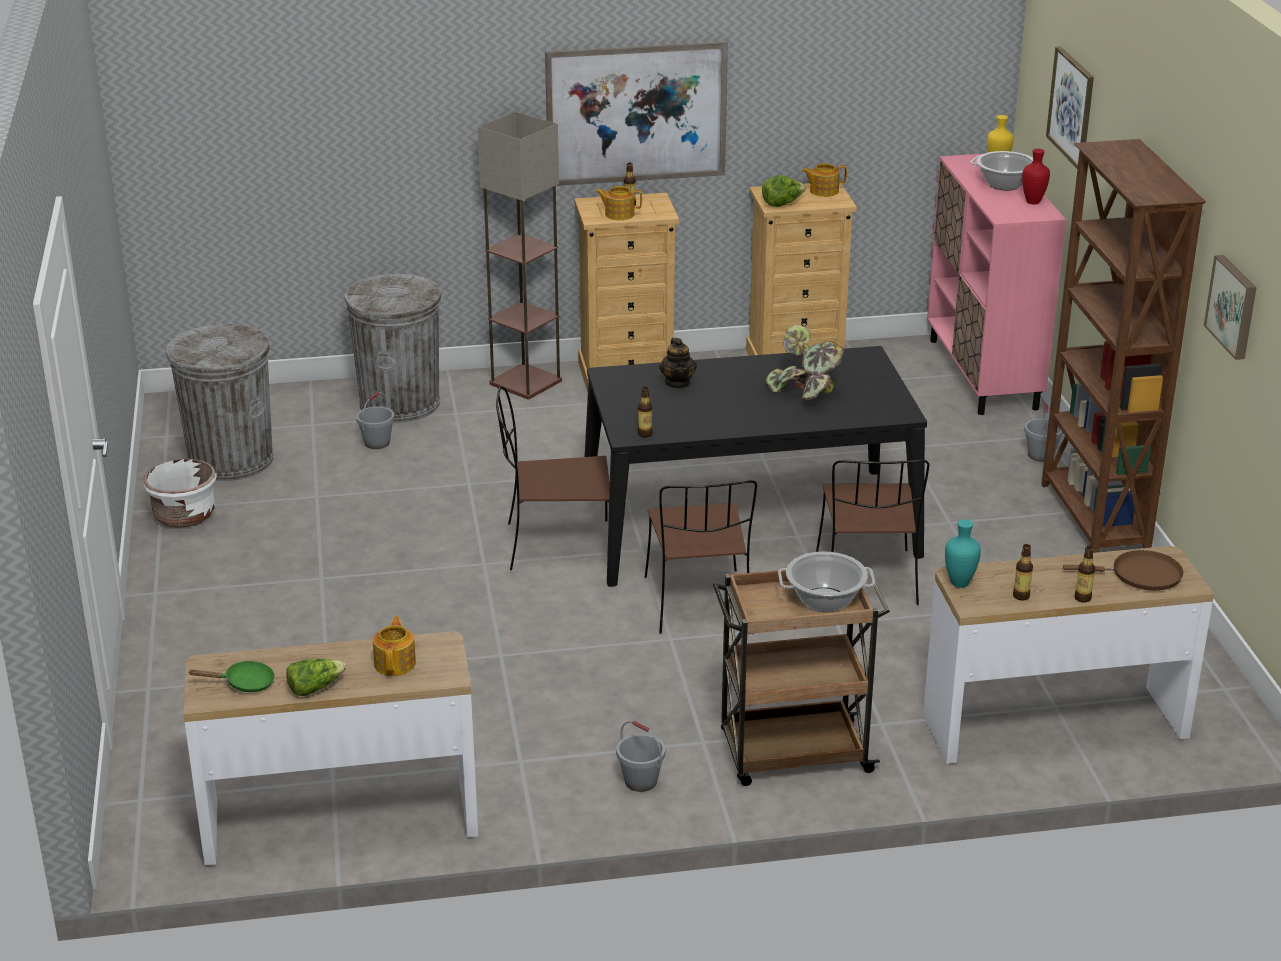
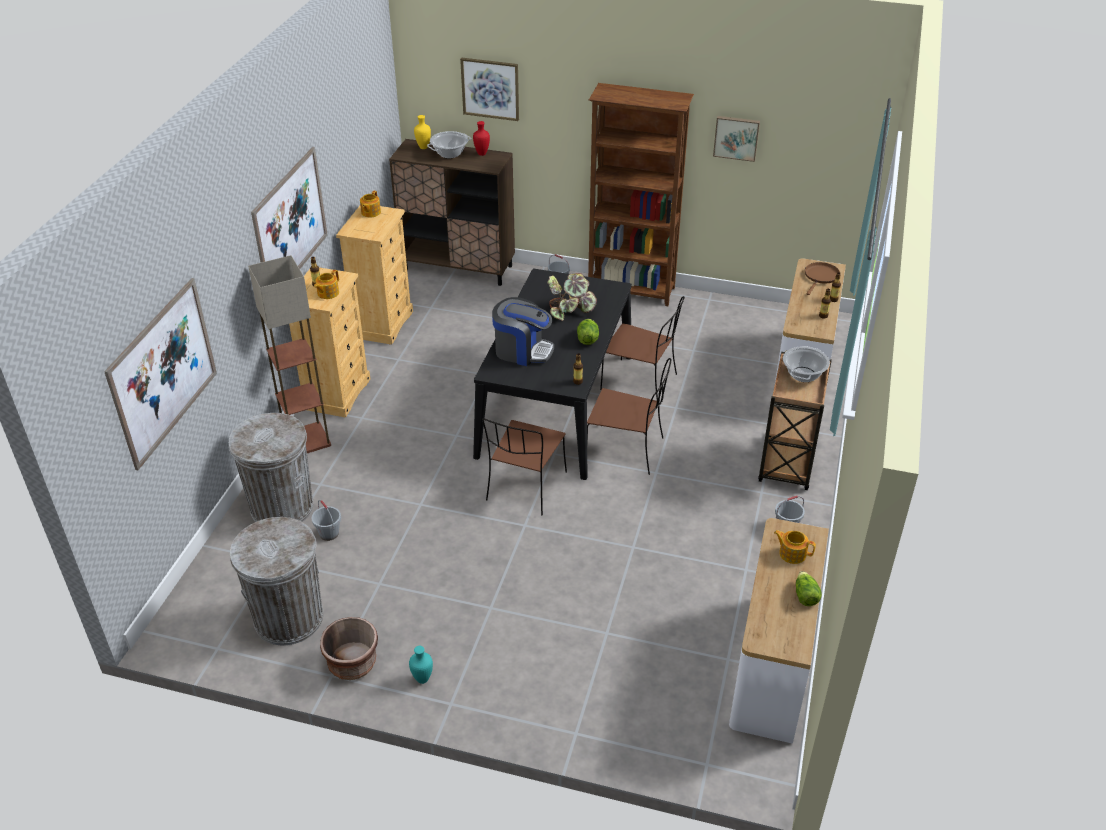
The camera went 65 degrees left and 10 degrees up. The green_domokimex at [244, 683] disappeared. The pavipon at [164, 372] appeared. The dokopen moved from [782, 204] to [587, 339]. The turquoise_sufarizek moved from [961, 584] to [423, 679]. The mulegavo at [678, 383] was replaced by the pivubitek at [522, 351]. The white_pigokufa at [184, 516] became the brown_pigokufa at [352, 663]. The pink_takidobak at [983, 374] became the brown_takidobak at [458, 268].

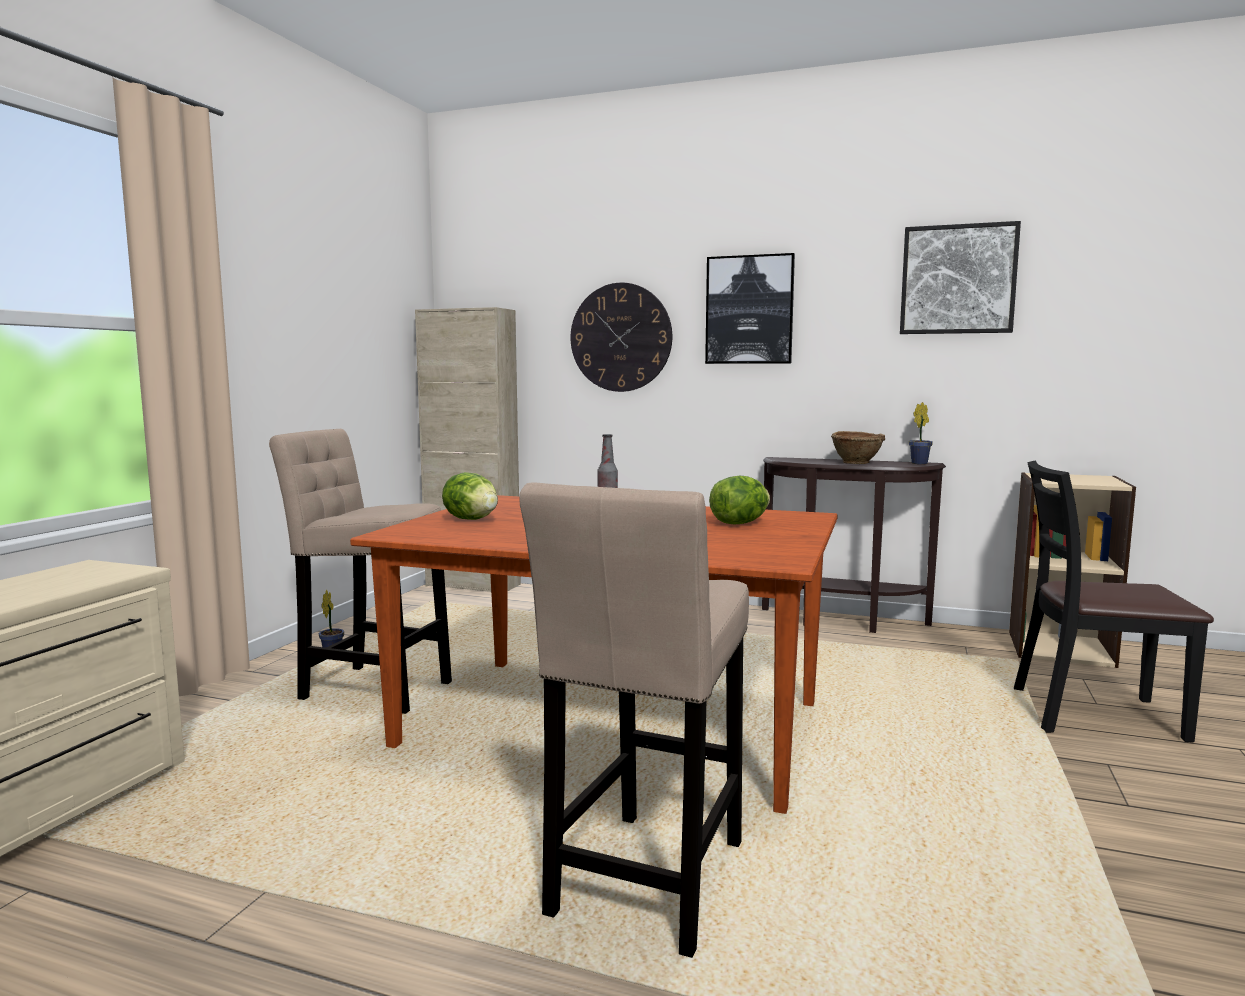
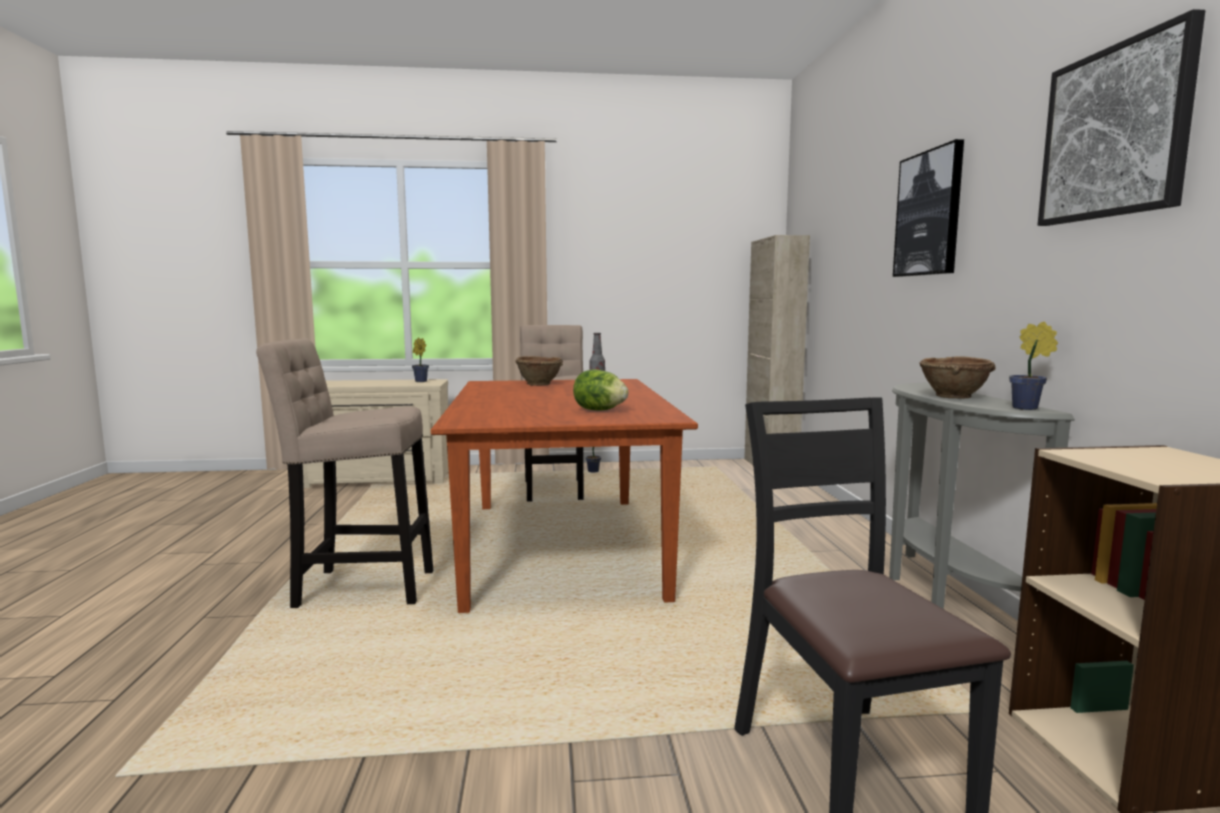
The camera went 65 degrees right and 0 degrees up. The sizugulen at [621, 337] disappeared. The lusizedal at [419, 381] appeared. The dokopen at [471, 519] was replaced by the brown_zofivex at [540, 384]. The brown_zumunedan at [842, 622] became the grey_zumunedan at [941, 594].

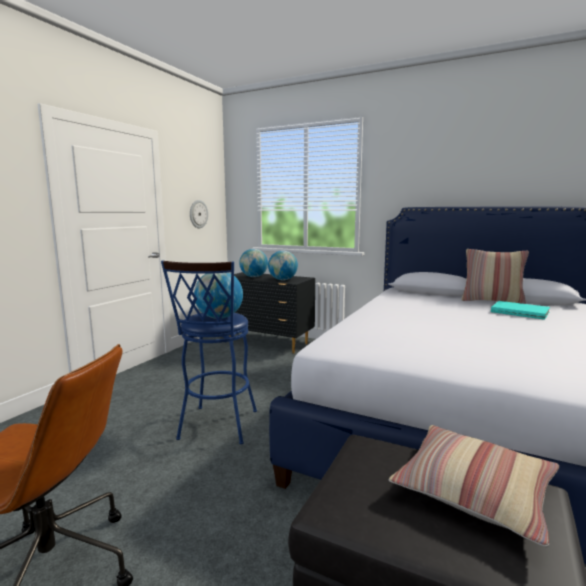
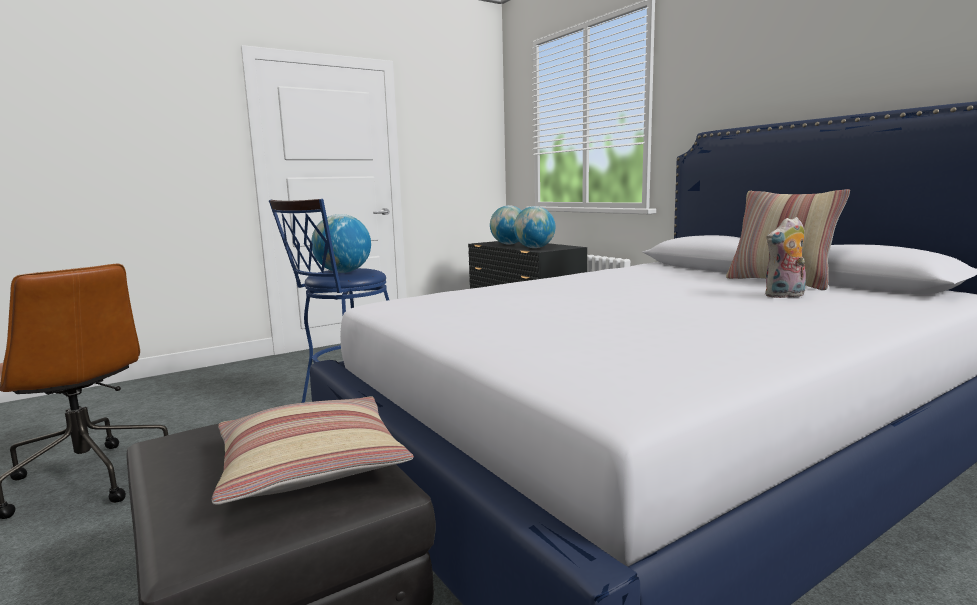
The camera went 30 degrees right and 0 degrees up. The sizugulen at [198, 214] disappeared. The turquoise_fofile at [520, 312] was replaced by the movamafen at [785, 296].

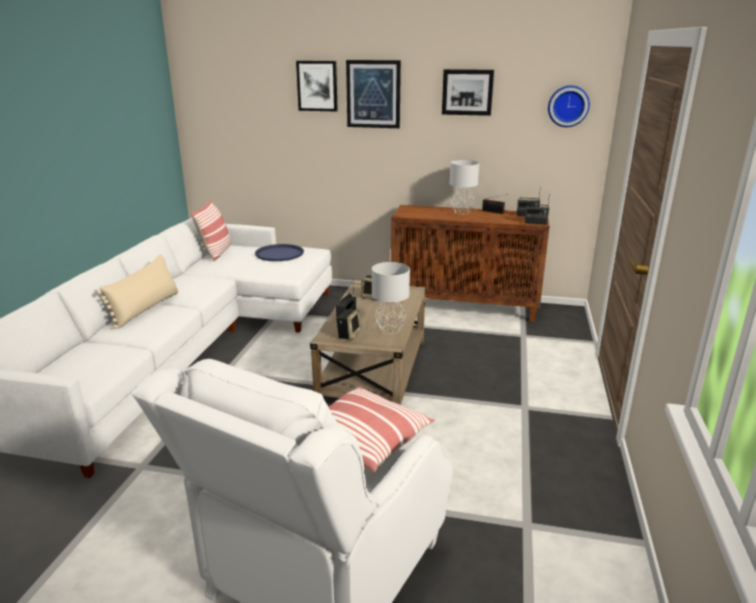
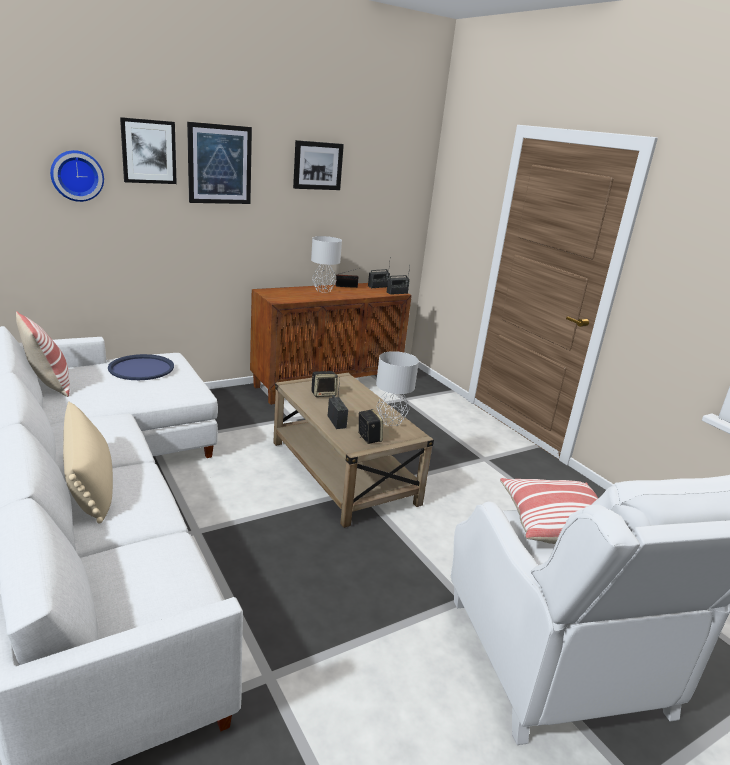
The camera went 45 degrees left and 0 degrees up. The sizugulen moved from [568, 106] to [77, 175].

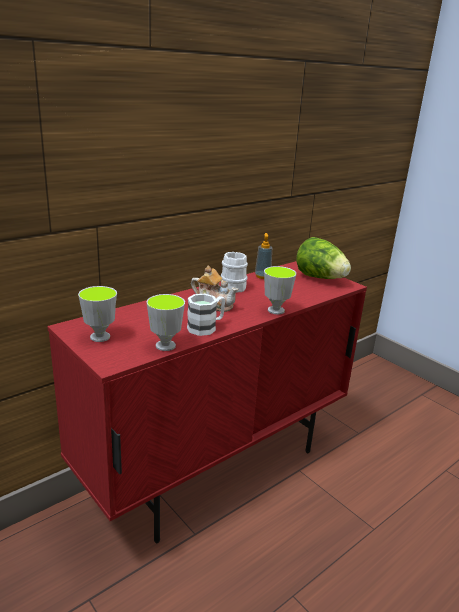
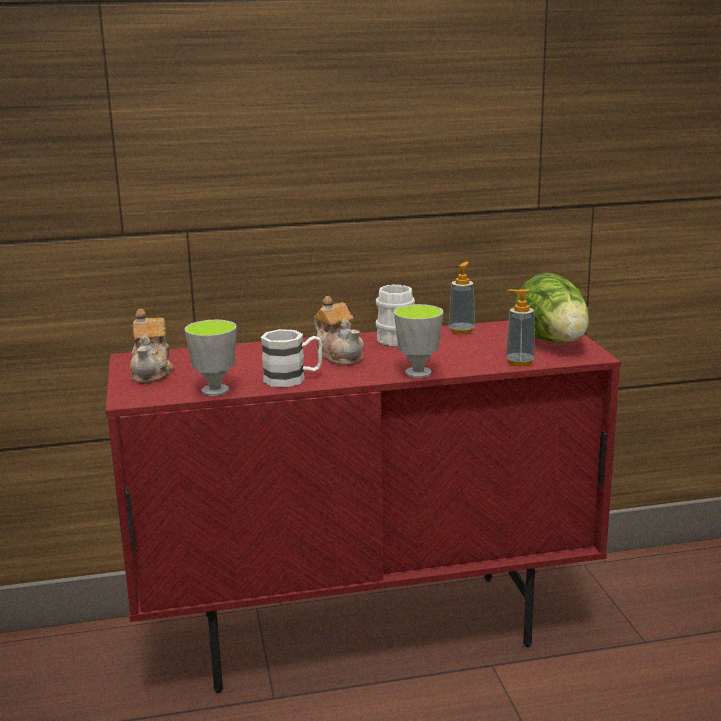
The camera went 30 degrees right and 5 degrees down. The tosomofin at [519, 362] appeared. The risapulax at [100, 337] was replaced by the mulegavo at [152, 372].

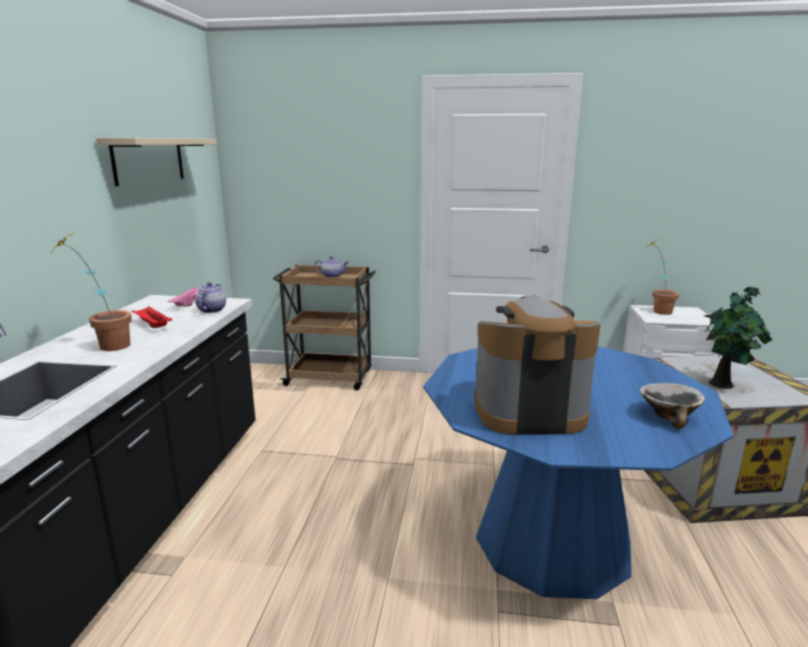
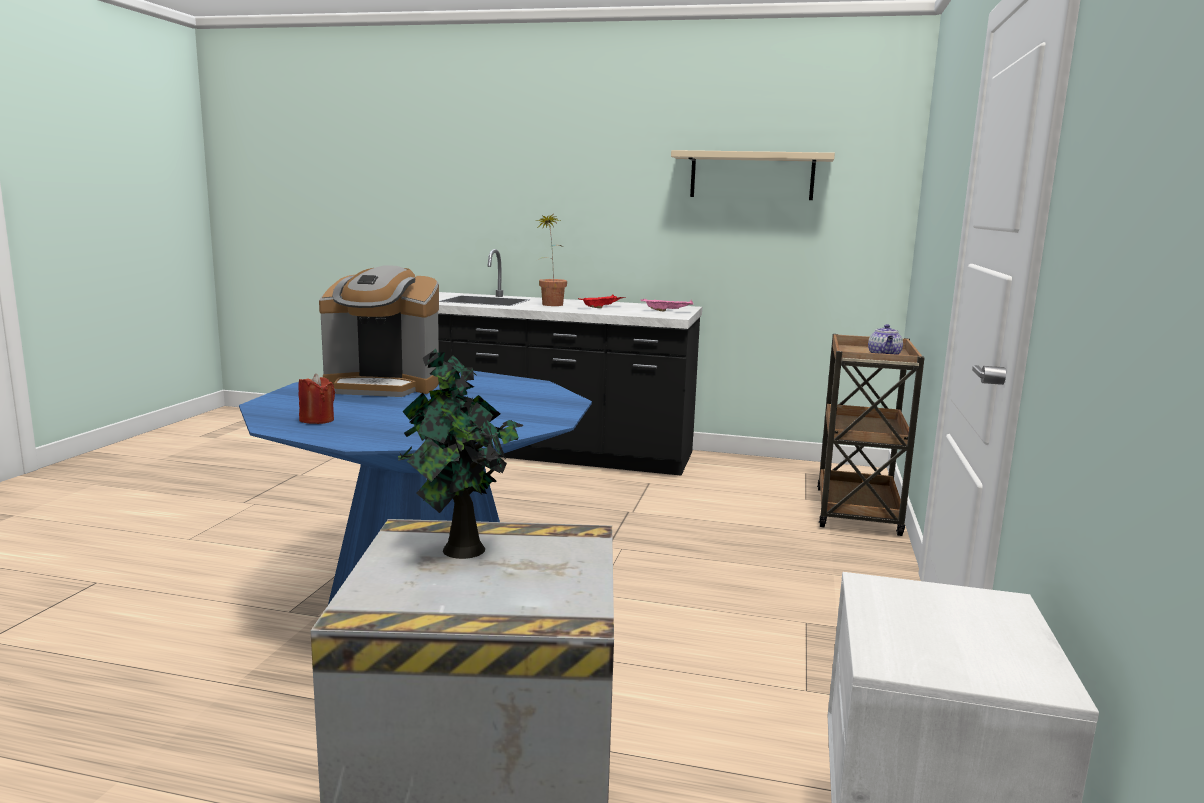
The camera went 95 degrees right and 5 degrees down. The mulegavo at [212, 310] disappeared. The lusizedal at [656, 311] disappeared. The zofivex at [668, 416] was replaced by the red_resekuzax at [317, 420]. The pivubitek at [528, 412] turned 90 degrees clockwise.

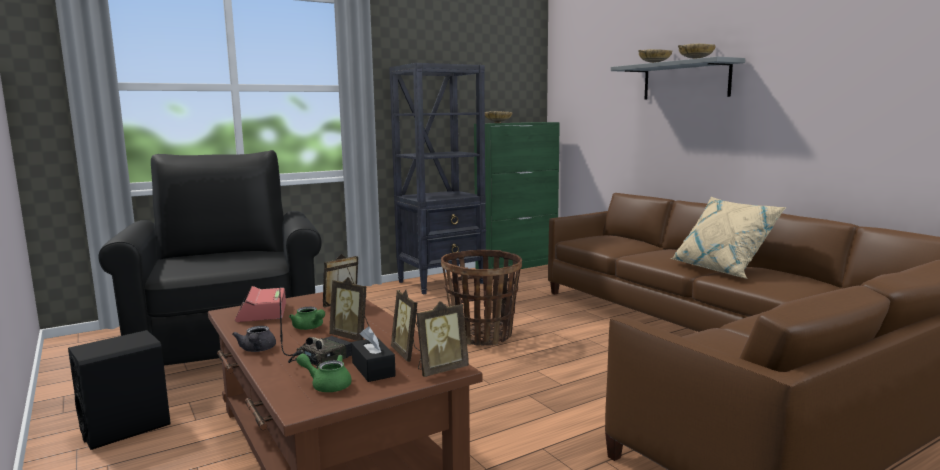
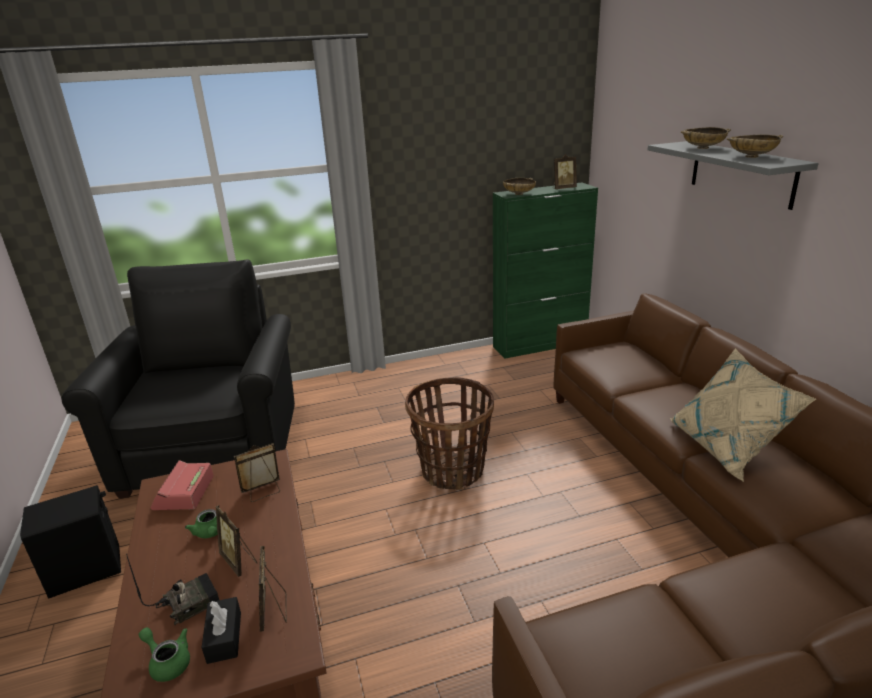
The camera went 15 degrees right and 15 degrees up. The grey_mulegavo at [257, 350] disappeared. The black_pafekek at [442, 282] disappeared. The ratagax moved from [440, 370] to [563, 188].

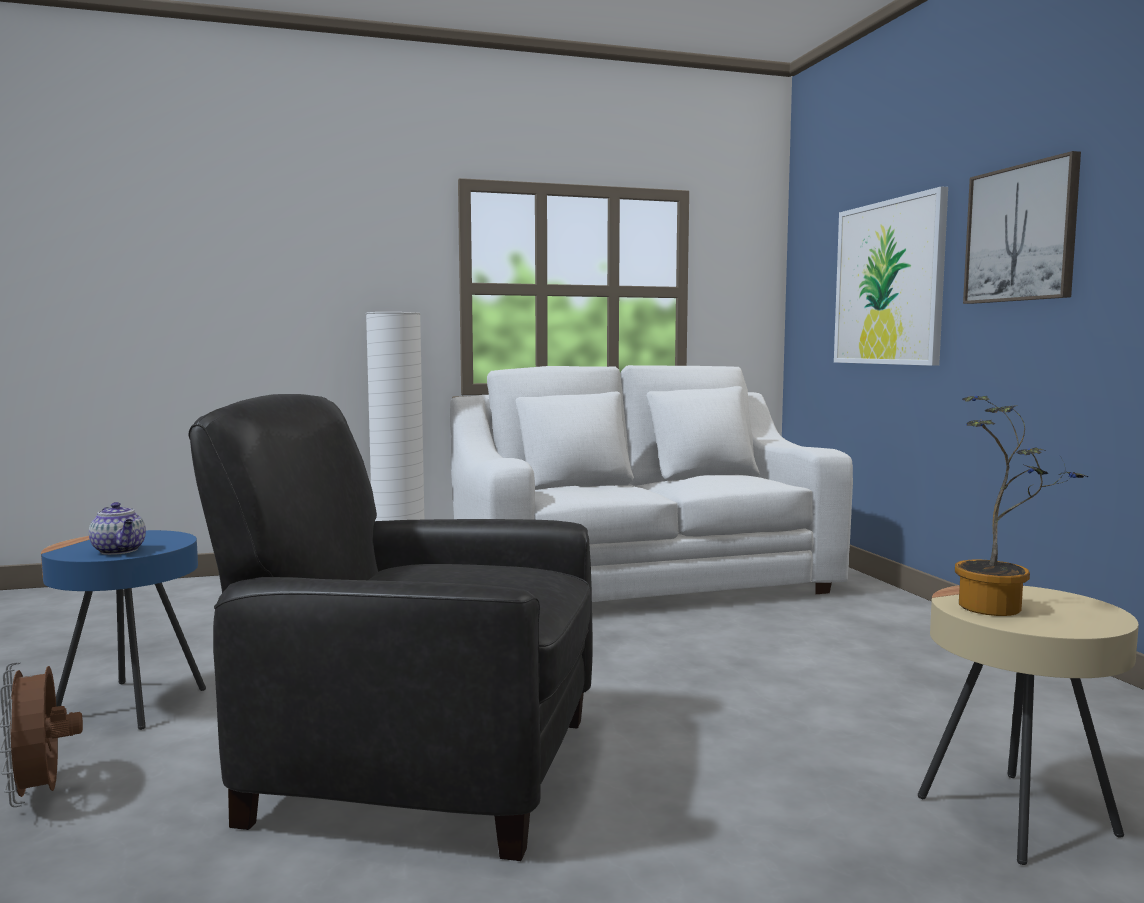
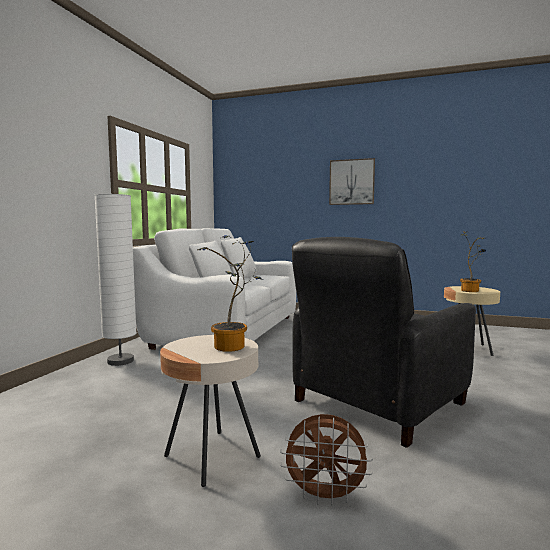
The camera went 55 degrees left and 0 degrees up. The pavipon at [888, 283] disappeared. The mulegavo at [120, 551] was replaced by the lusizedal at [232, 348]. The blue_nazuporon at [131, 705] became the beige_nazuporon at [212, 456].

